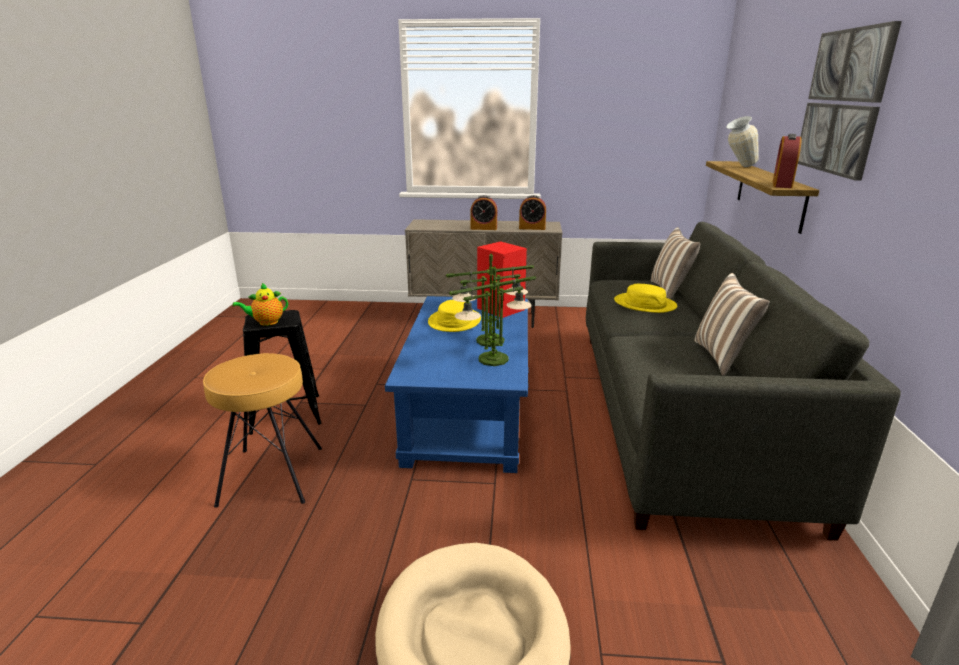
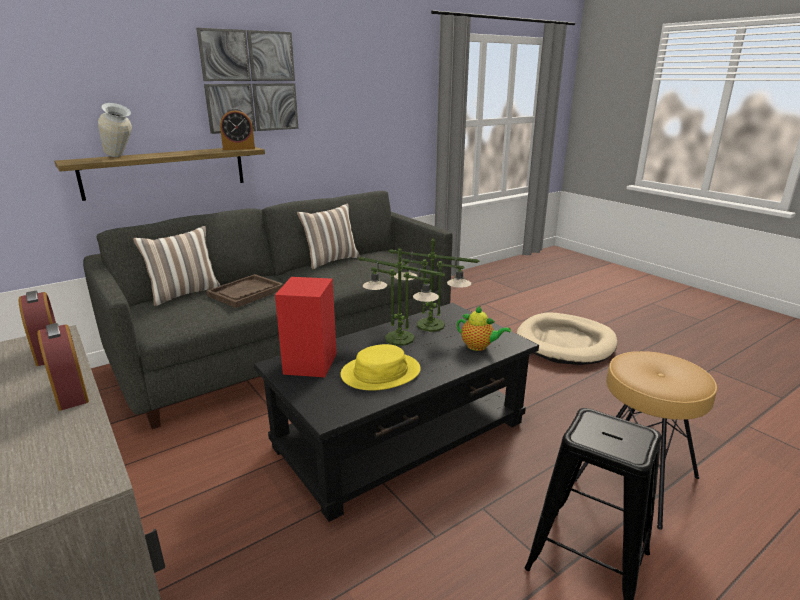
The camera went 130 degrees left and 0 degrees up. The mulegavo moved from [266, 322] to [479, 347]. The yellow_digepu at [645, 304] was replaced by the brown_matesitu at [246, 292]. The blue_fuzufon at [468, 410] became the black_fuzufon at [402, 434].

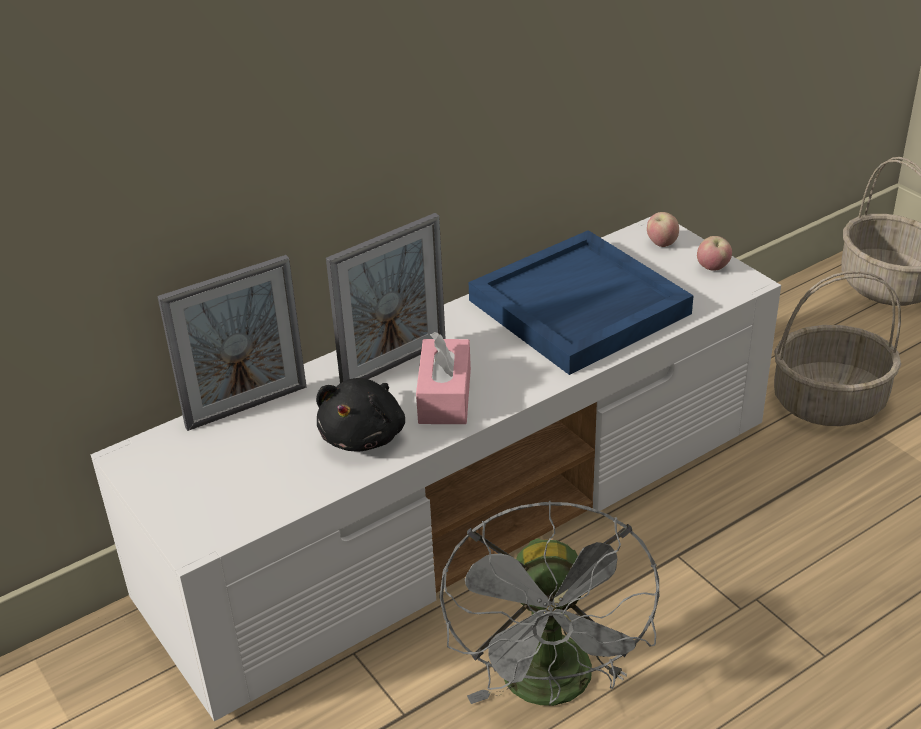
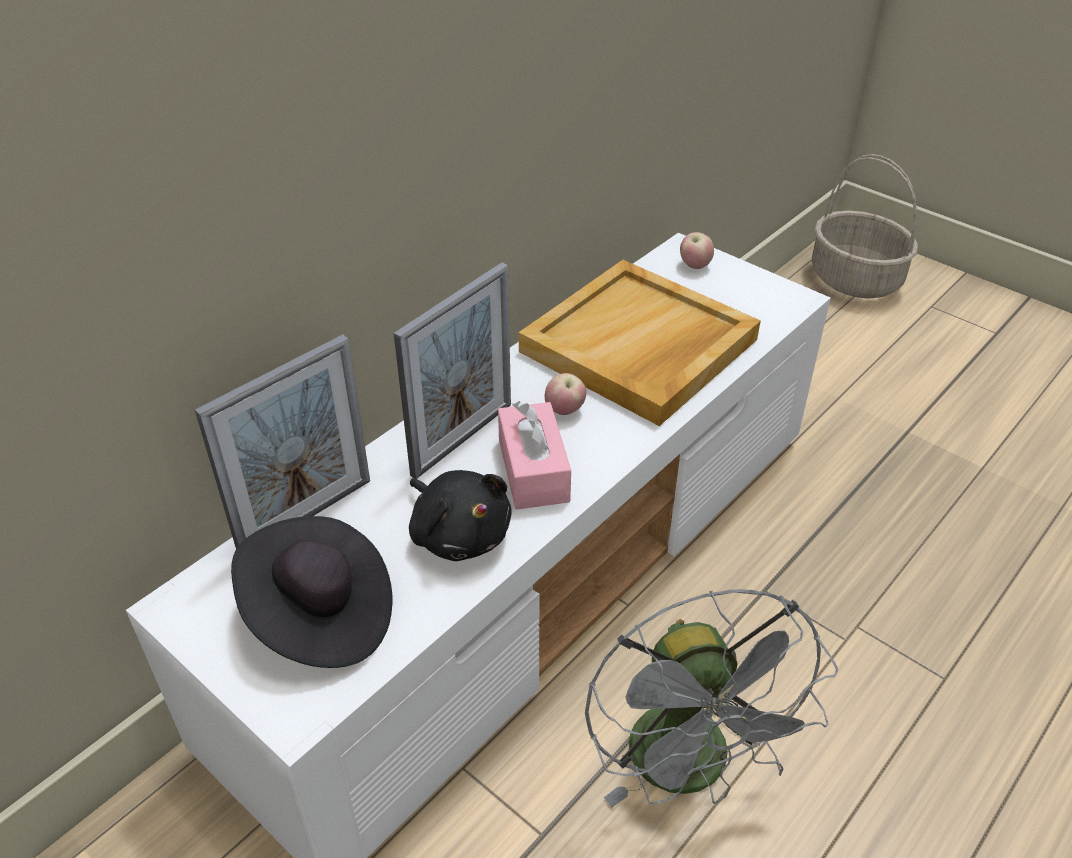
The camera went 15 degrees left and 5 degrees up. The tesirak at [829, 402] disappeared. The black_digepu at [319, 616] appeared. The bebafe moved from [712, 268] to [564, 410]. The blue_matesitu at [578, 308] became the beige_matesitu at [639, 347]. The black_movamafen at [365, 435] turned 45 degrees counterclockwise.

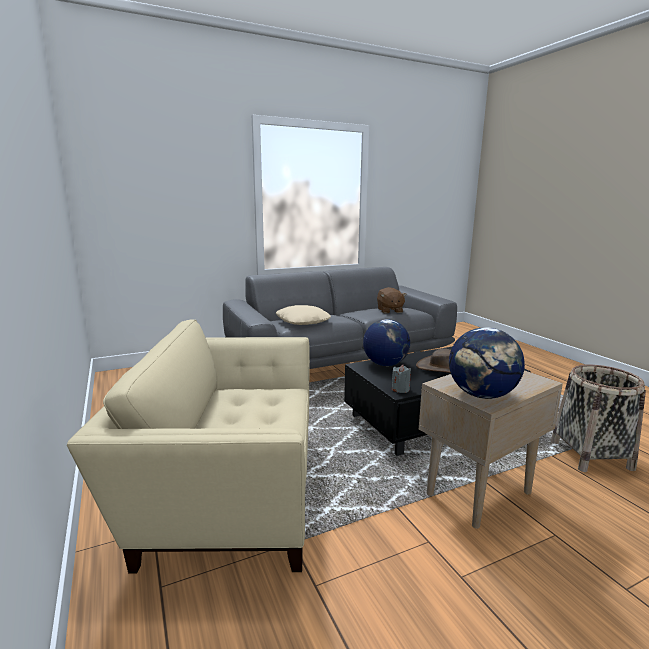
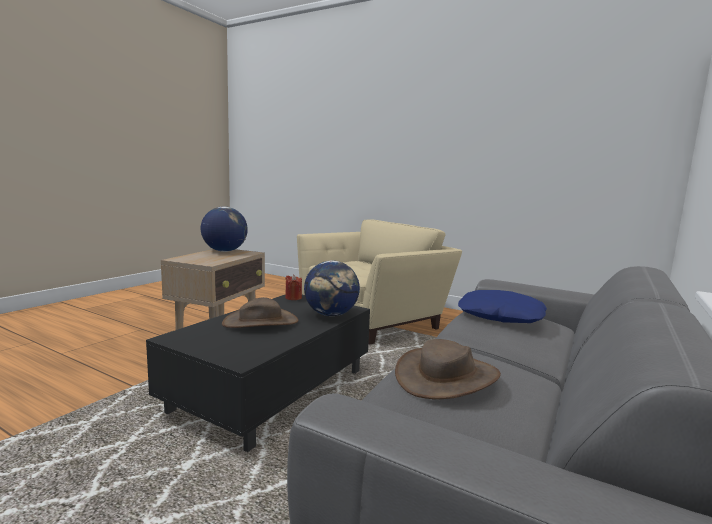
The camera went 145 degrees right and 5 degrees down. The tesirak at [590, 455] disappeared. The brown_movamafen at [389, 311] was replaced by the brown_digepu at [447, 377]. The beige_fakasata at [303, 321] became the blue_fakasata at [500, 316]. The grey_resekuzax at [400, 389] became the red_resekuzax at [293, 298].

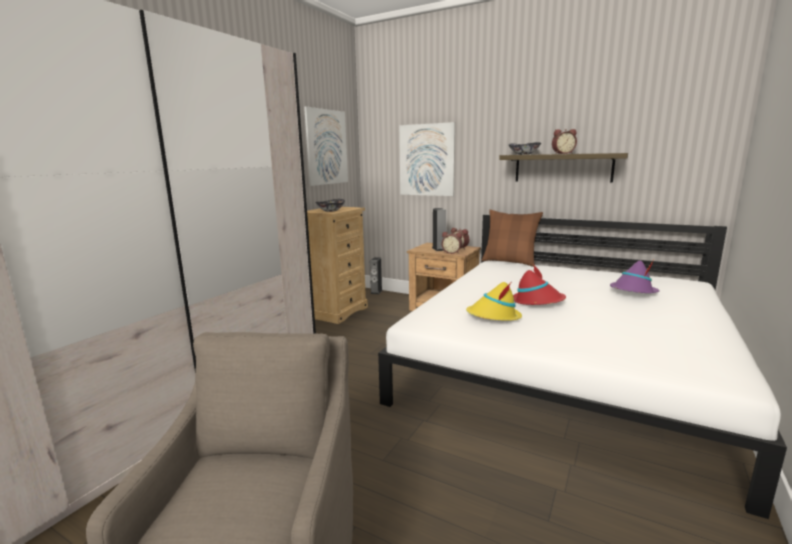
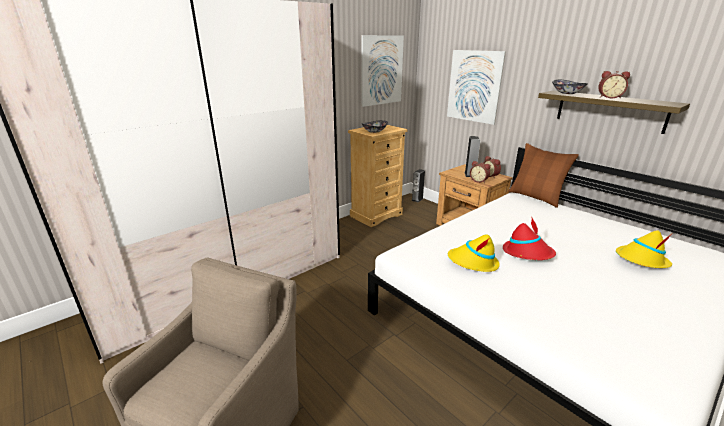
The camera went 20 degrees right and 10 degrees up. The purple_digepu at [633, 292] became the yellow_digepu at [641, 260].

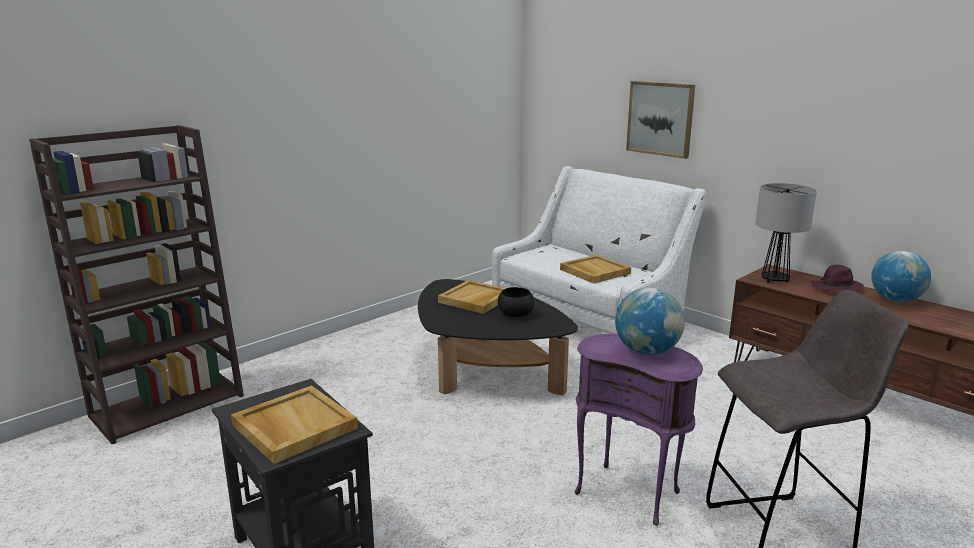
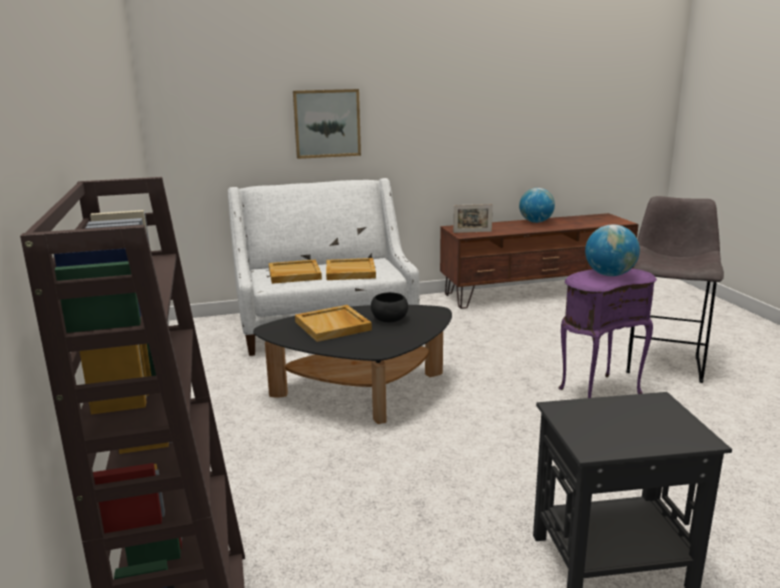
The camera went 60 degrees left and 0 degrees up. The purple_digepu at [836, 288] disappeared. The beige_matesitu moved from [293, 427] to [294, 274]. The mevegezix at [775, 280] was replaced by the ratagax at [472, 232].

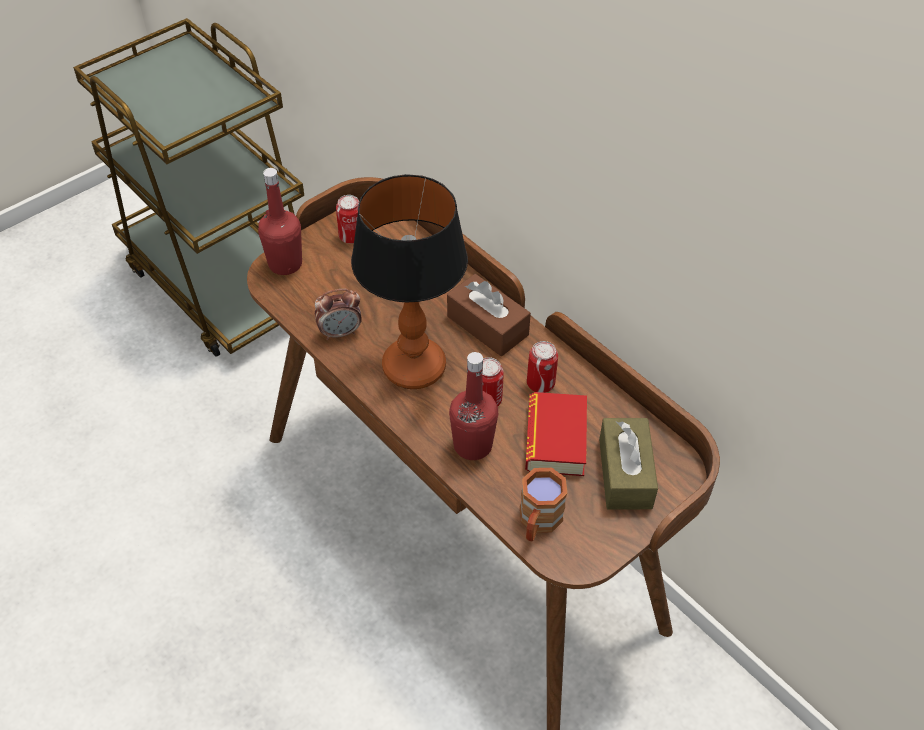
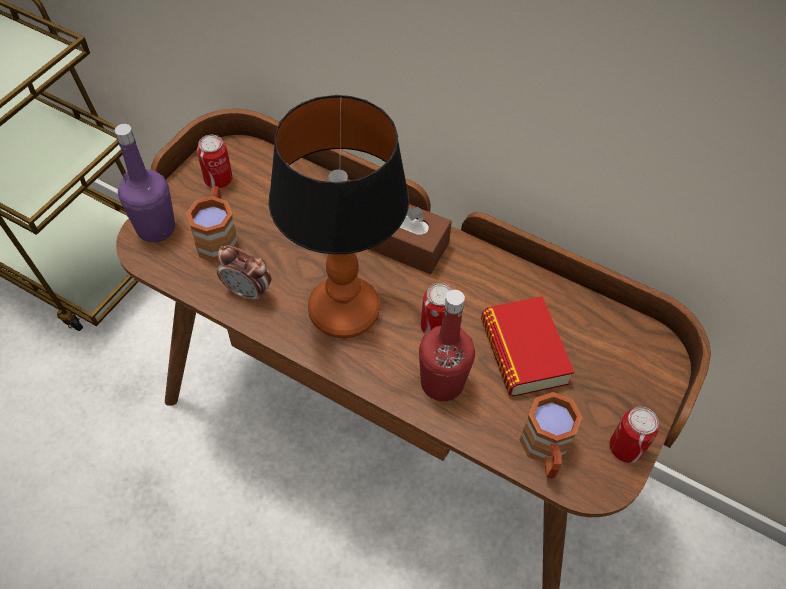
The camera went 20 degrees left and 5 degrees up. The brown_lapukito at [625, 473] disappeared. The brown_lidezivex at [218, 237] appeared. The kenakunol moved from [540, 383] to [625, 448]. The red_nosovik at [285, 264] became the purple_nosovik at [156, 228]. The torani at [340, 332] turned 60 degrees clockwise.

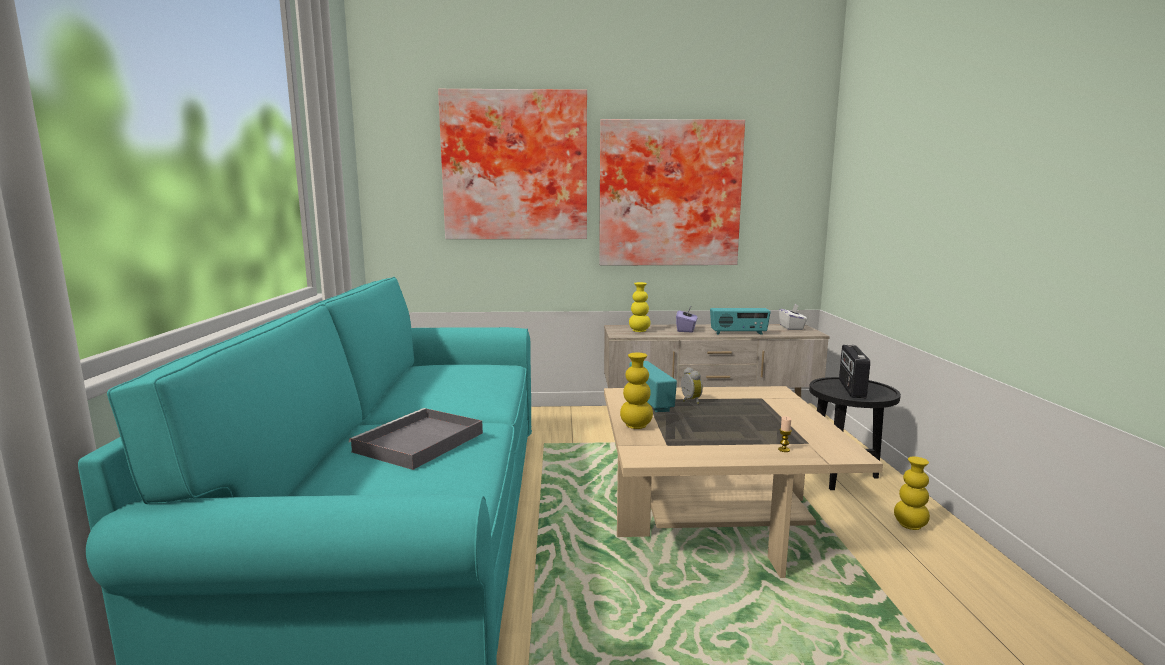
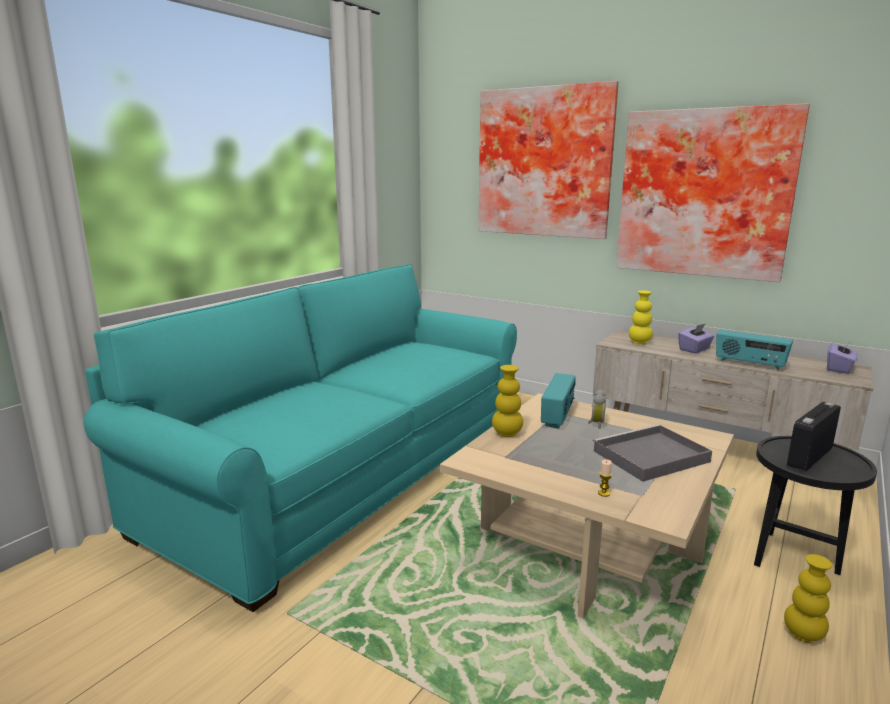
The camera went 35 degrees right and 5 degrees up. The grey_matesitu moved from [418, 443] to [649, 457]. The white_lapukito at [791, 327] became the purple_lapukito at [839, 368].

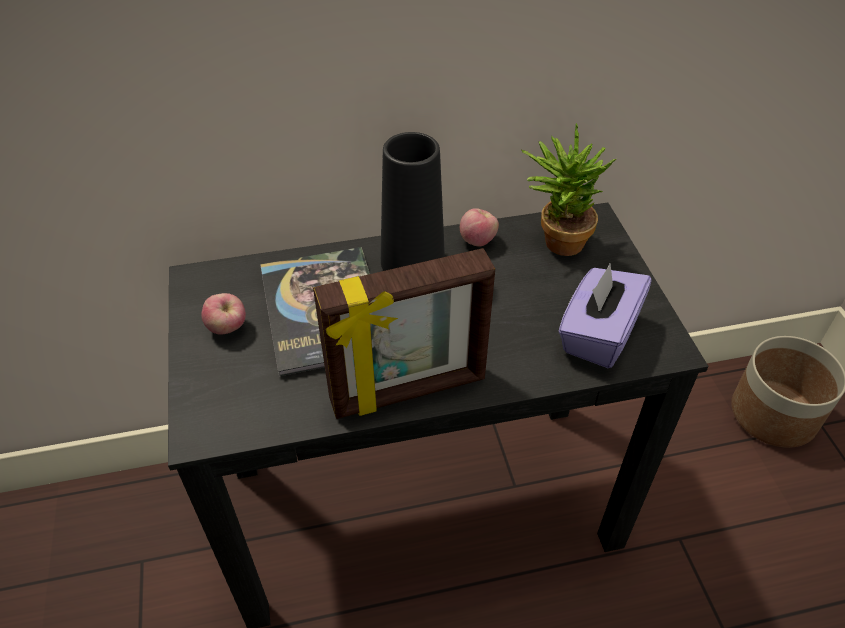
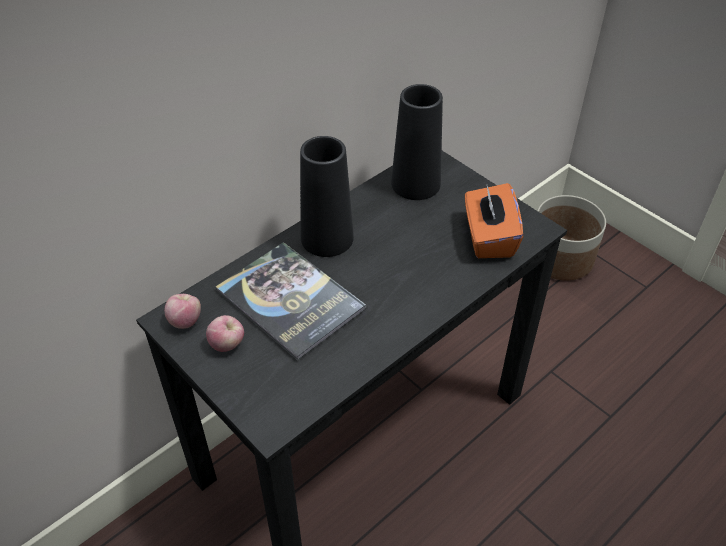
The camera went 30 degrees left and 0 degrees up. The ratagax at [408, 392] disappeared. The bebafe moved from [477, 240] to [185, 321]. The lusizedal at [556, 240] was replaced by the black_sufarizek at [415, 183]. The purple_lapukito at [597, 334] became the orange_lapukito at [488, 238].

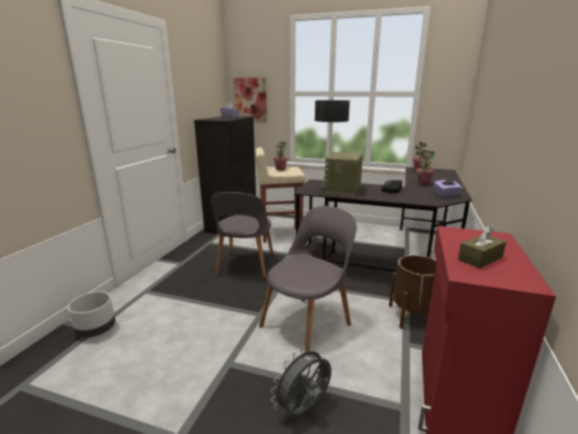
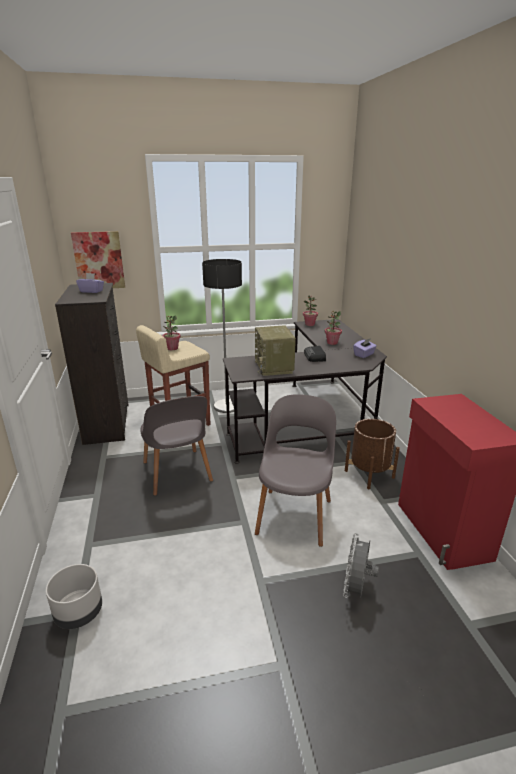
The camera went 30 degrees left and 5 degrees up. The brown_lapukito at [480, 258] disappeared.

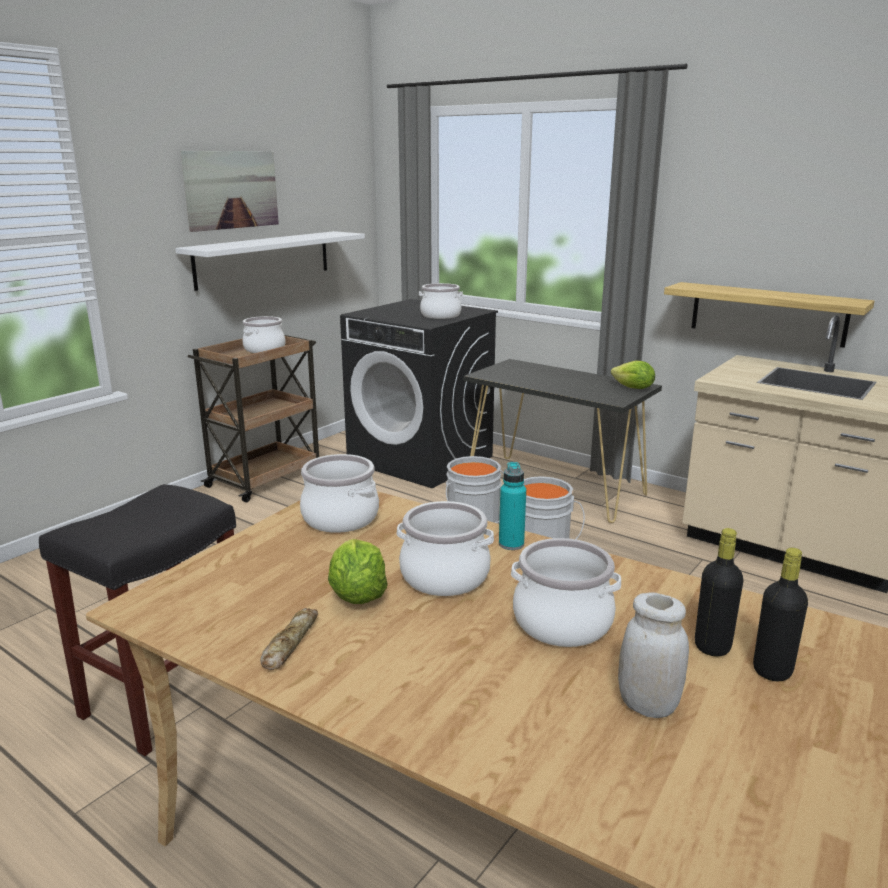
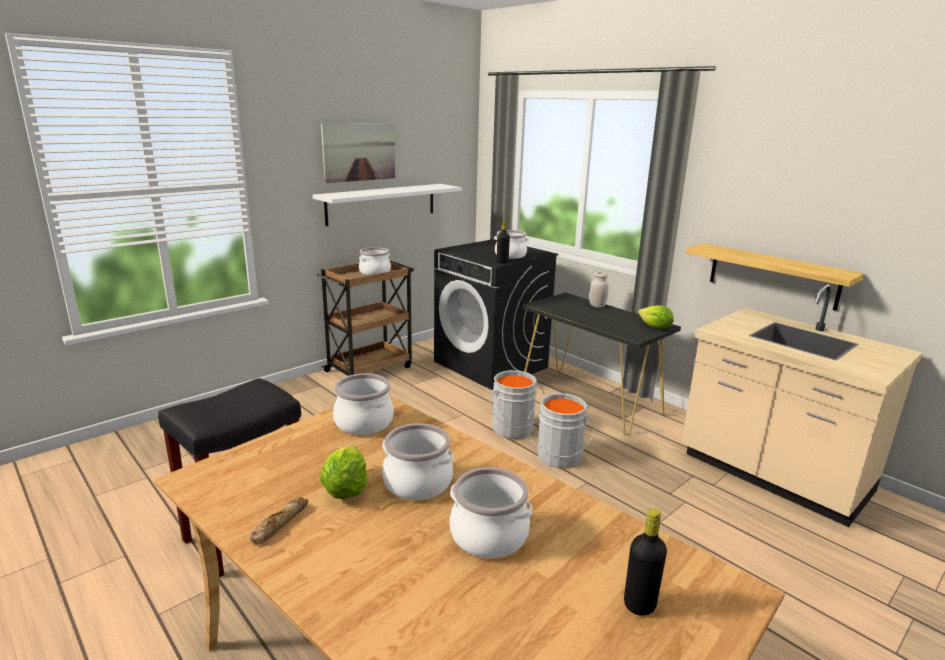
The camera went 10 degrees right and 0 degrees up. The turquoise_nosovik at [511, 544] disappeared. The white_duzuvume moved from [647, 705] to [597, 306]. The black_nosovik moved from [712, 646] to [502, 262].

